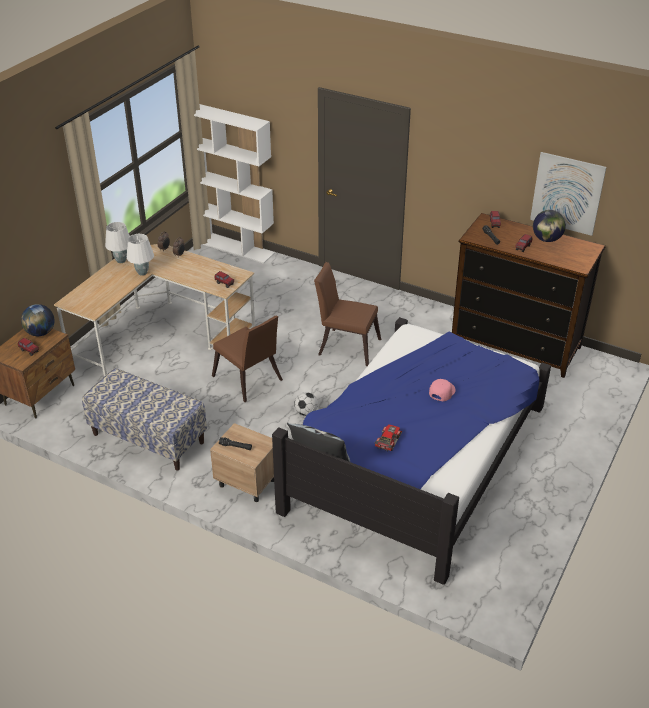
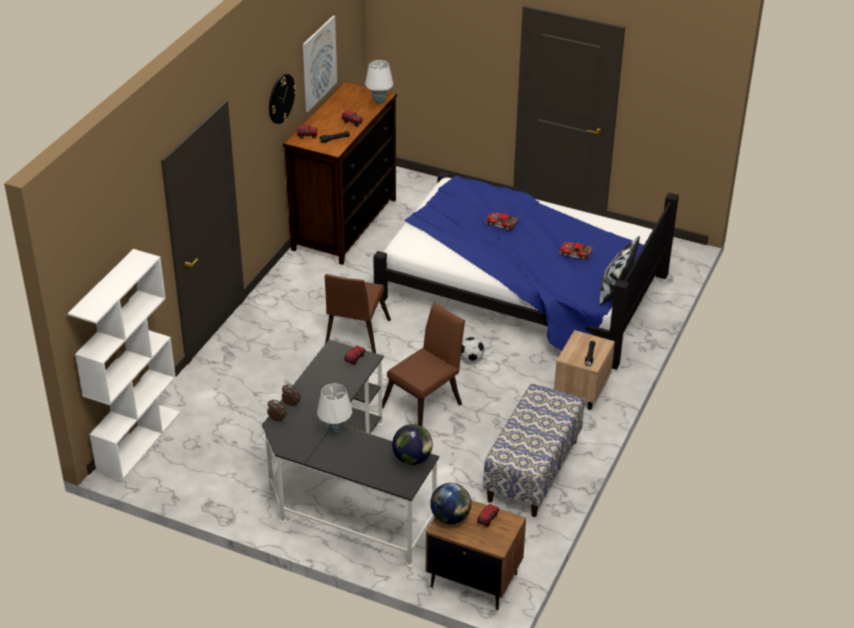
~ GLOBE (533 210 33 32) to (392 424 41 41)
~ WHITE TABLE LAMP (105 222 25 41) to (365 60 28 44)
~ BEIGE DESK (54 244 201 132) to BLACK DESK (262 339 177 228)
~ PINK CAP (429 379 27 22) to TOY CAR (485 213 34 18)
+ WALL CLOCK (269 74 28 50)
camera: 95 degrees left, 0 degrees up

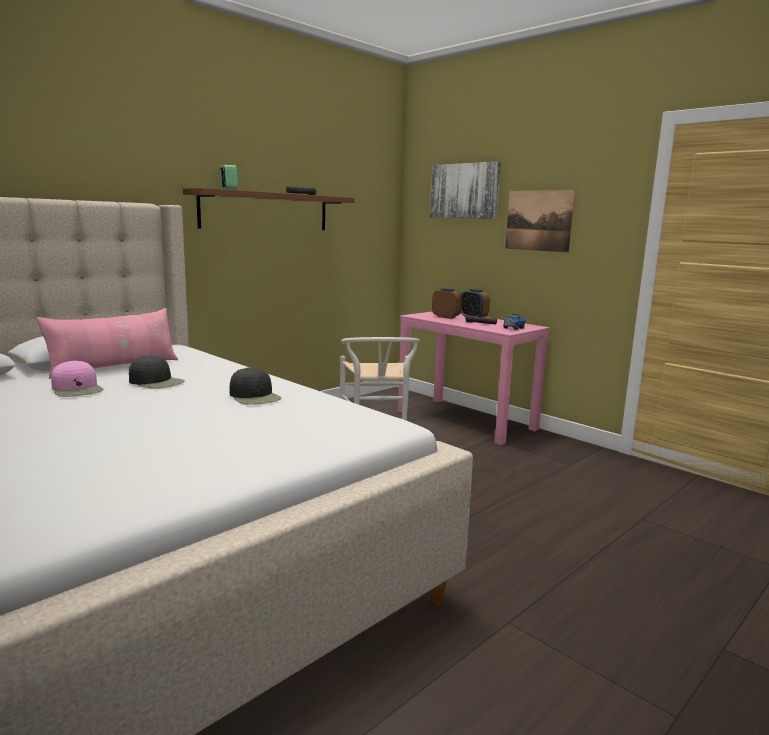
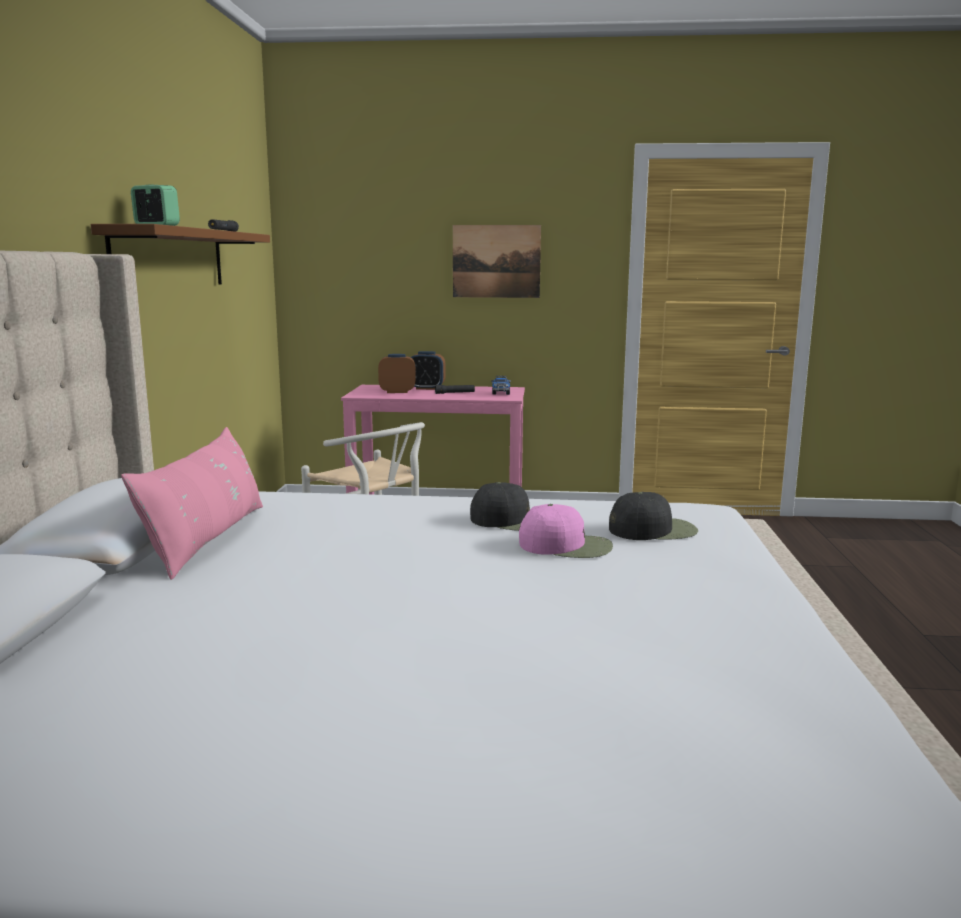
- PICTURE (430 162 71 57)
~ BLACK CAP (129 355 56 33) to (609 492 89 48)
~ PINK CAP (51 360 53 37) to (519 504 94 54)
camera: 40 degrees left, 0 degrees up

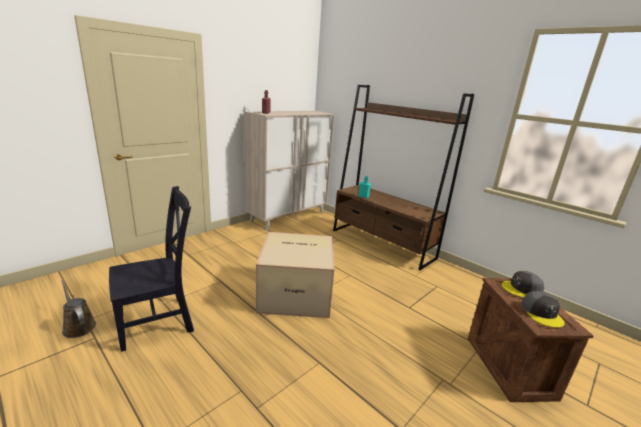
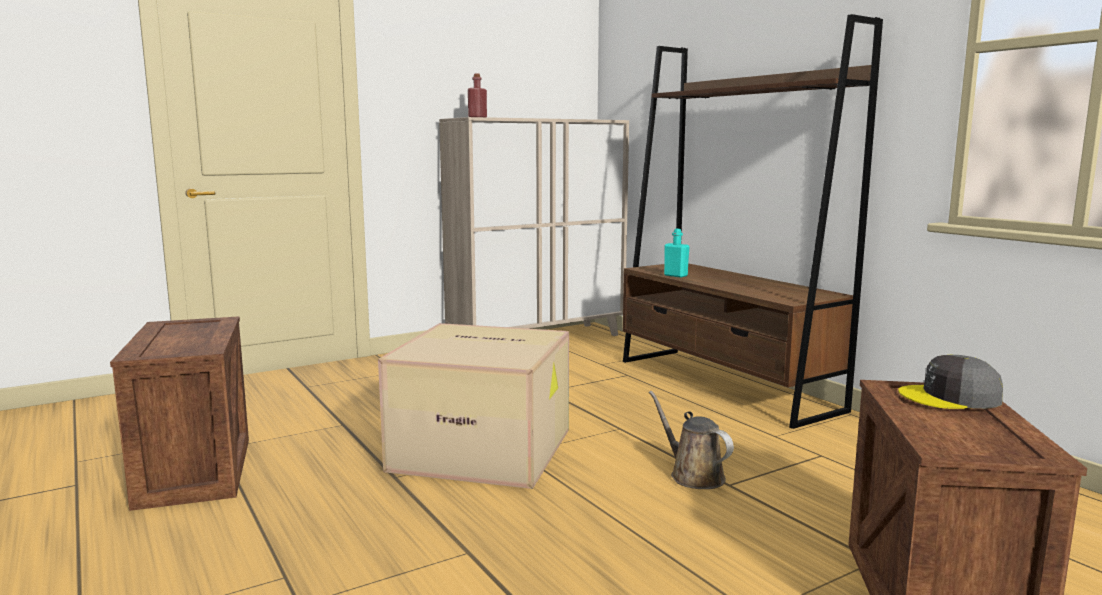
~ BLACK CHAIR (109 186 85 166) to CRATE (110 316 139 195)
~ BROWN WATERING CAN (62 280 34 58) to (649 391 85 98)
- GREY CAP (521 291 44 37)
camera: 15 degrees right, 10 degrees down

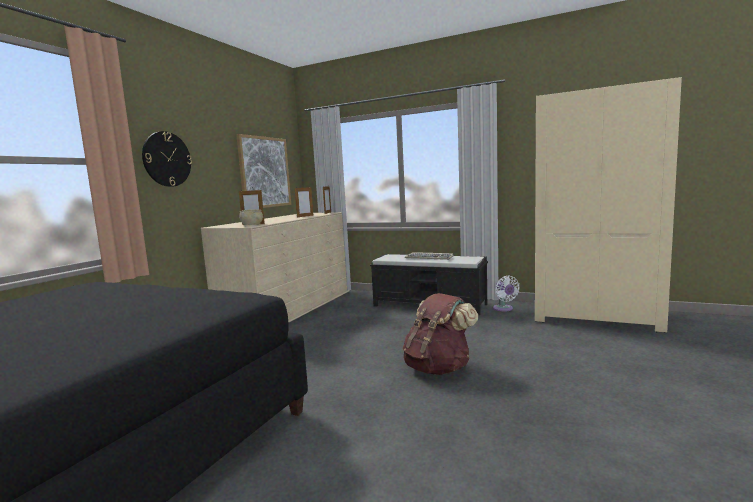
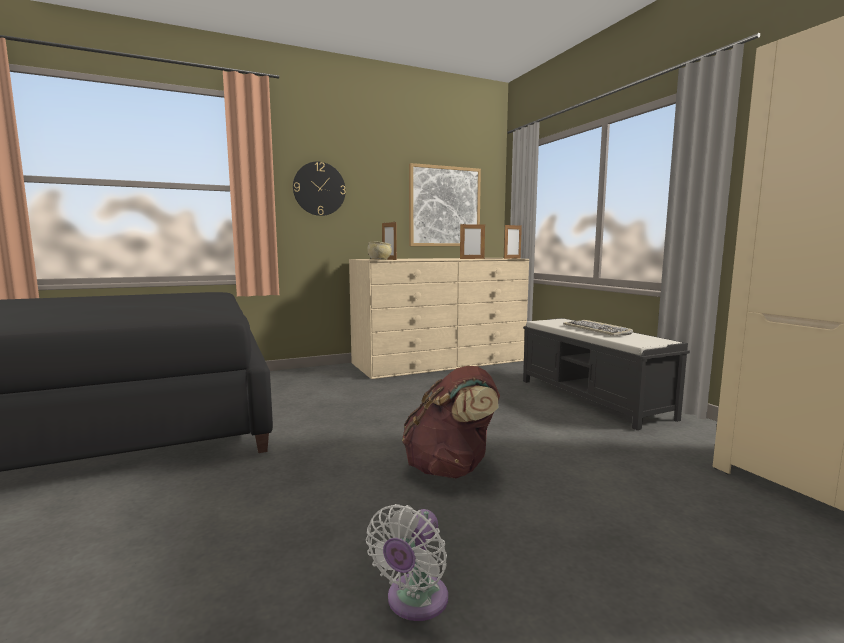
~ WHITE FAN (493 276 27 36) to (366 504 82 117)
camera: 40 degrees right, 0 degrees up

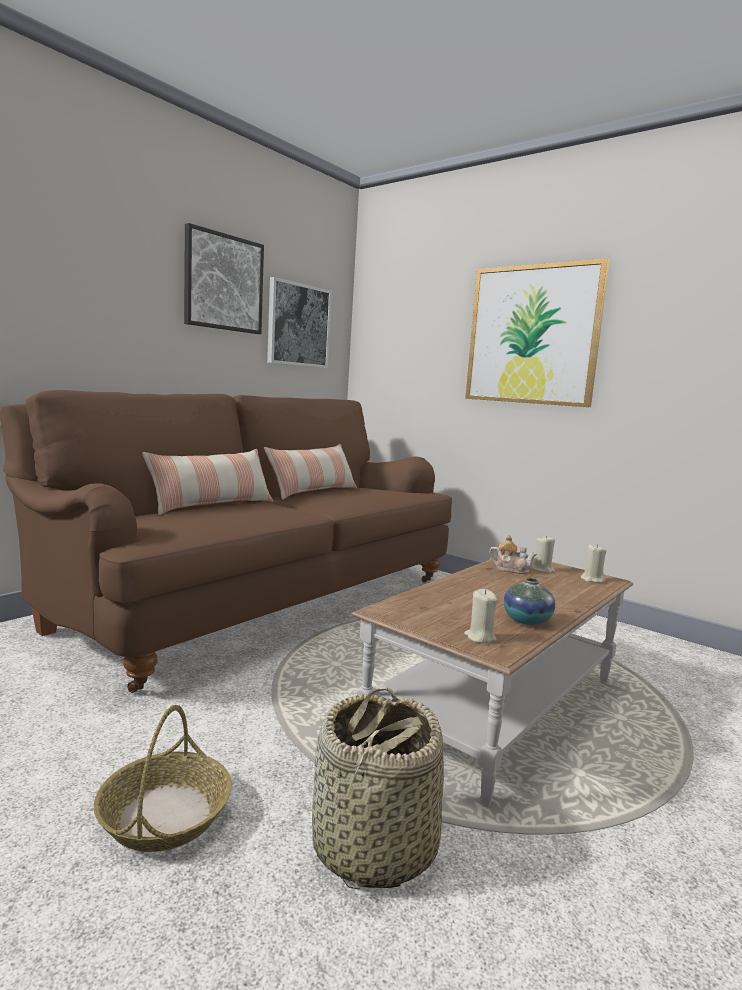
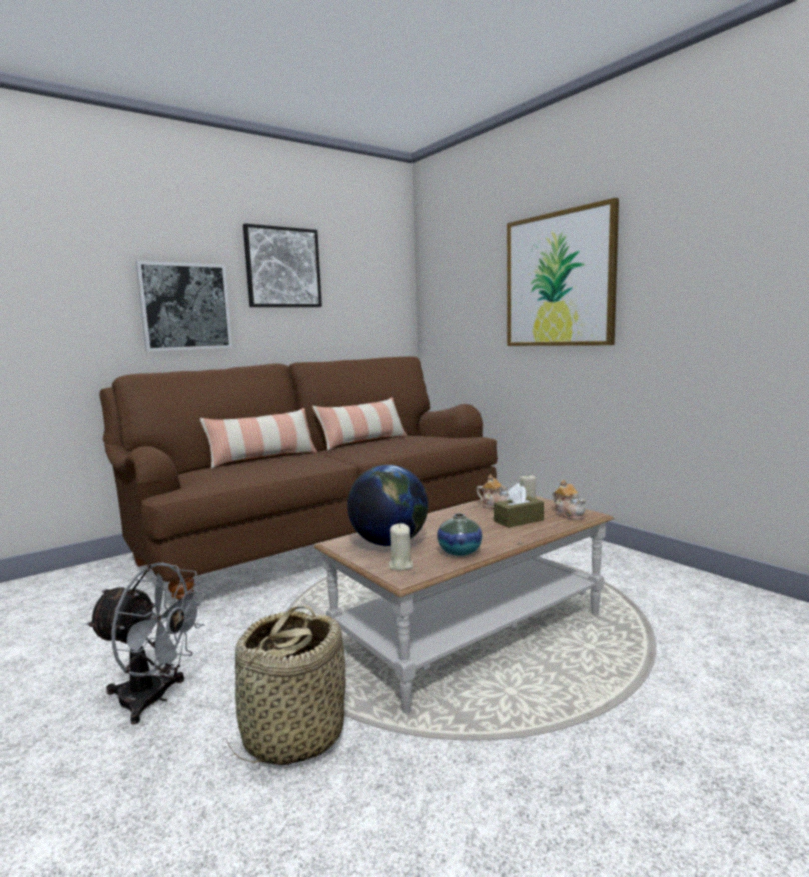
~ PICTURE (267 277 65 91) to (135 261 97 90)
~ BEIGE CANDLE (581 544 25 39) to TEAPOT (552 480 34 40)
~ BASKET (93 705 139 147) to GREY FAN (86 562 120 162)
+ GLOBE (347 465 81 81)
+ BROWN TISSUE BOX (494 483 50 45)
camera: 15 degrees right, 0 degrees up

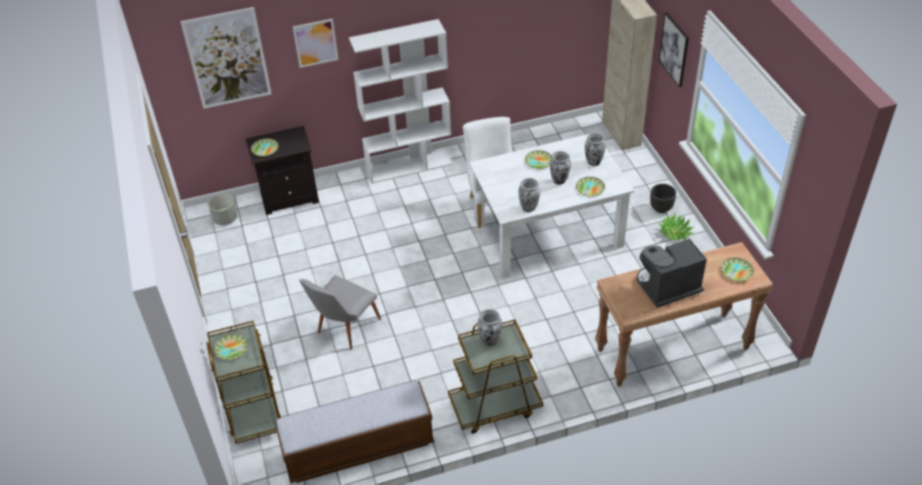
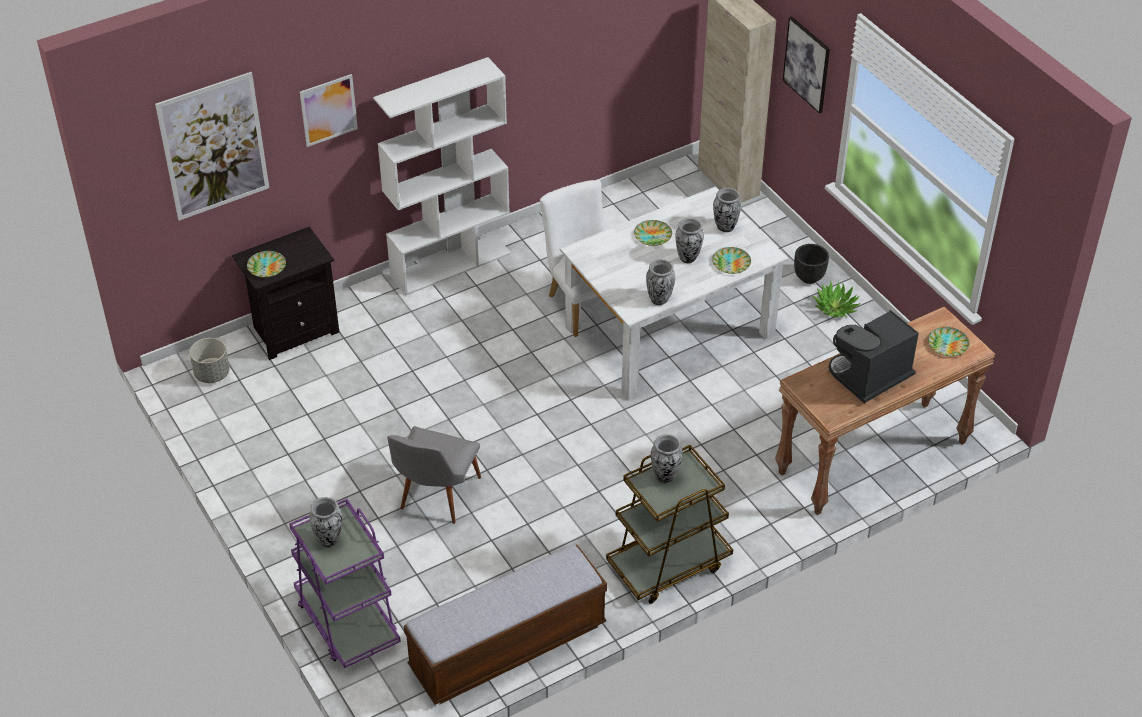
~ BROWN CART (206 321 75 123) to PURPLE CART (289 499 112 169)
~ PLATE (214 334 34 26) to VASE (309 497 33 50)
camera: 15 degrees left, 0 degrees up

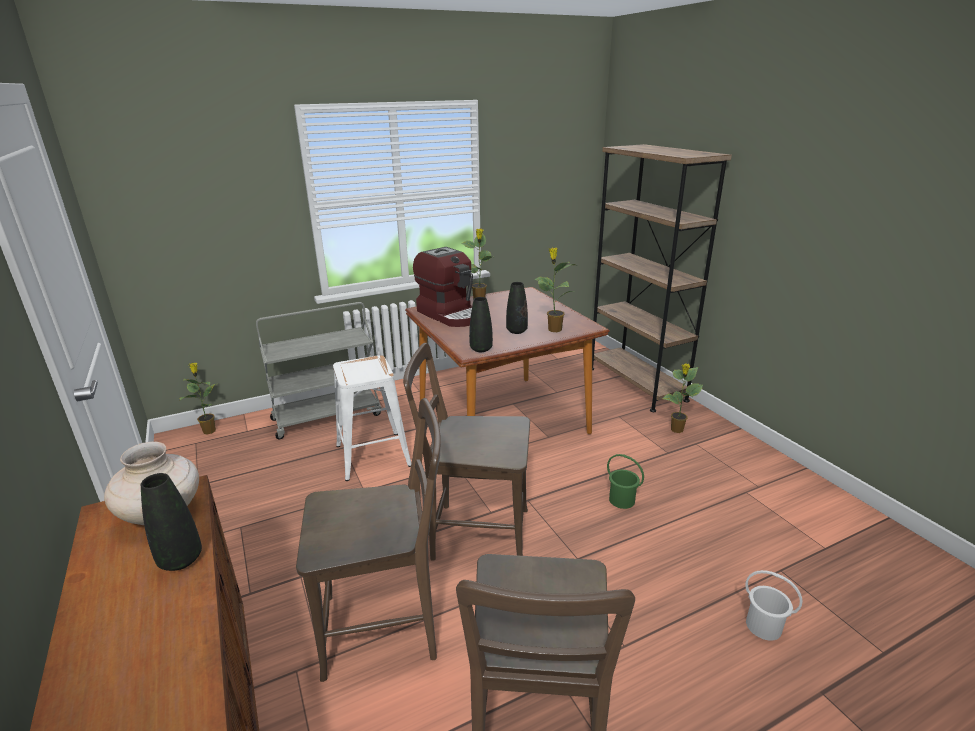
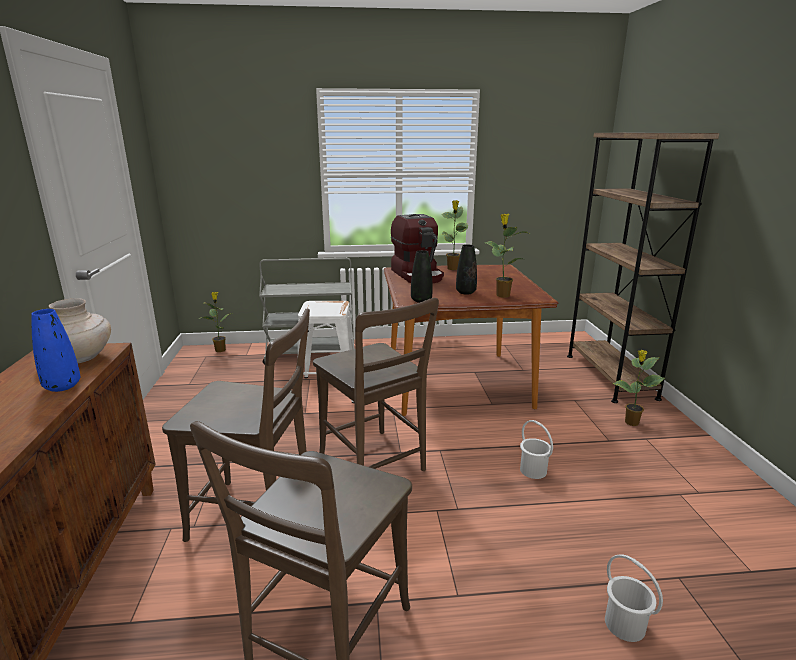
~ BROWN CHAIR (403 343 127 218) = (313 298 126 173) 150 degrees counterclockwise
~ GREEN BUCKET (607 454 37 55) to WHITE BUCKET (520 420 33 59)
~ BLACK VASE (141 473 61 98) to BLUE VASE (31 309 49 83)
camera: 20 degrees right, 5 degrees down

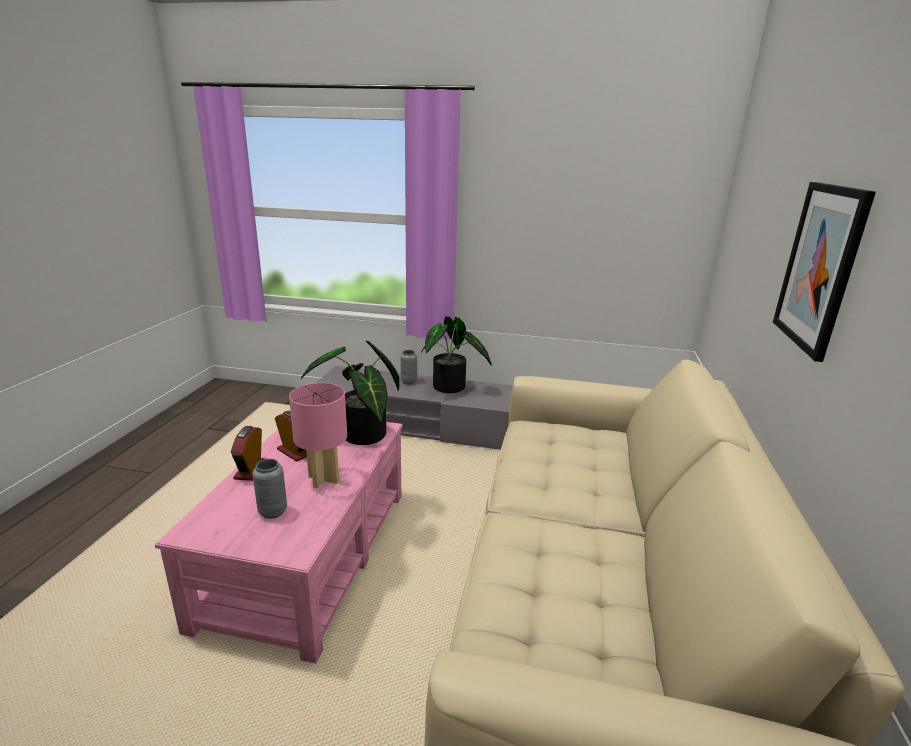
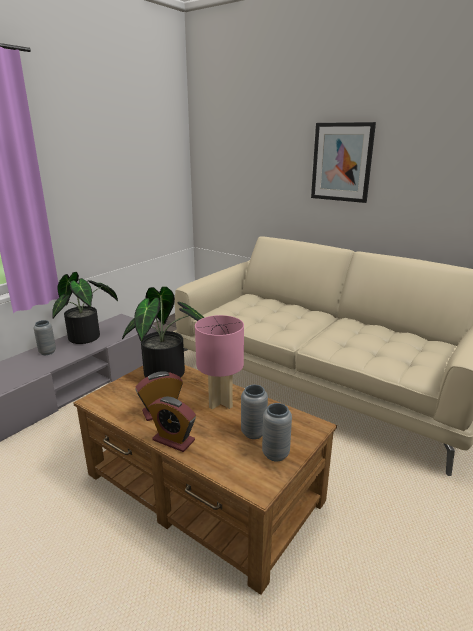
~ PINK COFFEE TABLE (155 422 247 242) to BROWN COFFEE TABLE (73 365 264 230)
+ GREY VASE (262 403 30 58)
camera: 65 degrees left, 0 degrees up

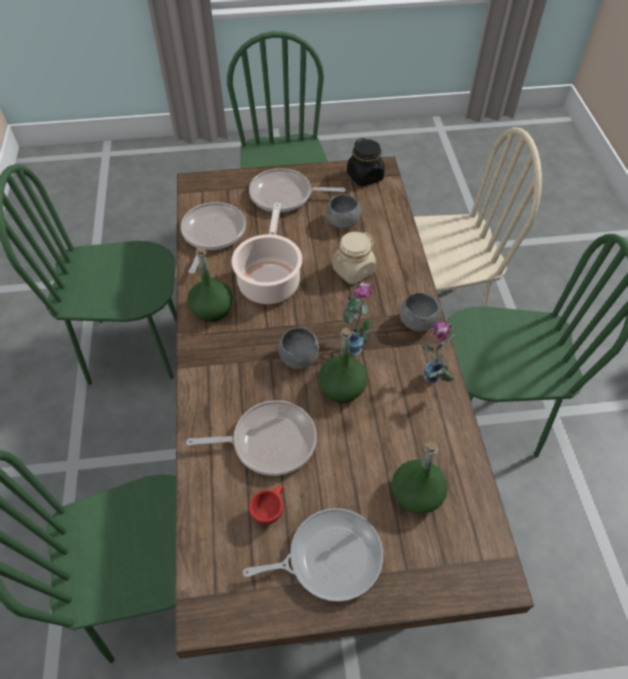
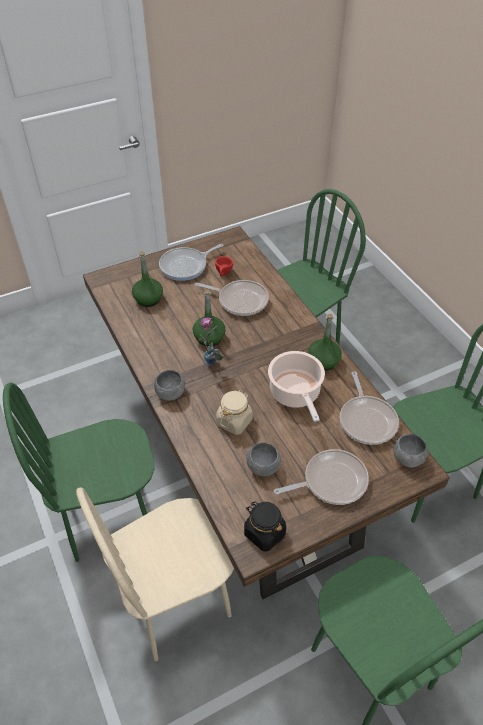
- VASE (422 322 33 61)
~ GREY BOWL (278 327 41 42) to (393 434 35 34)
~ FRYING PAN (186 400 131 76) = (195 280 74 36) 135 degrees counterclockwise
camera: 160 degrees right, 5 degrees down

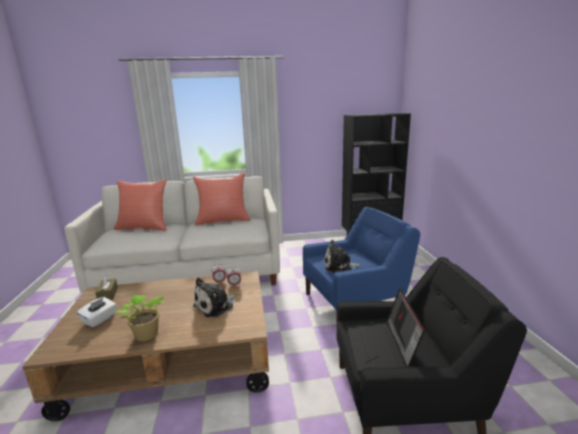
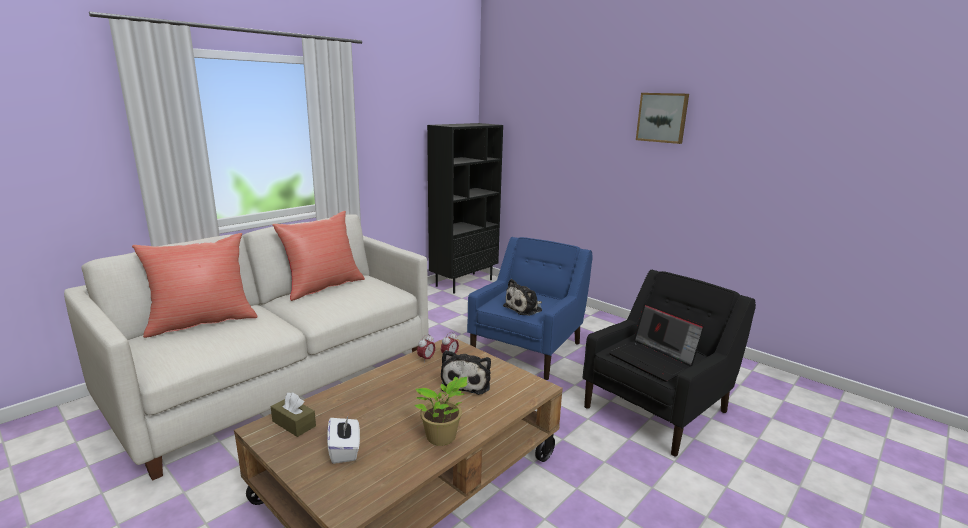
+ PICTURE (636 93 53 51)
camera: 40 degrees left, 0 degrees up

